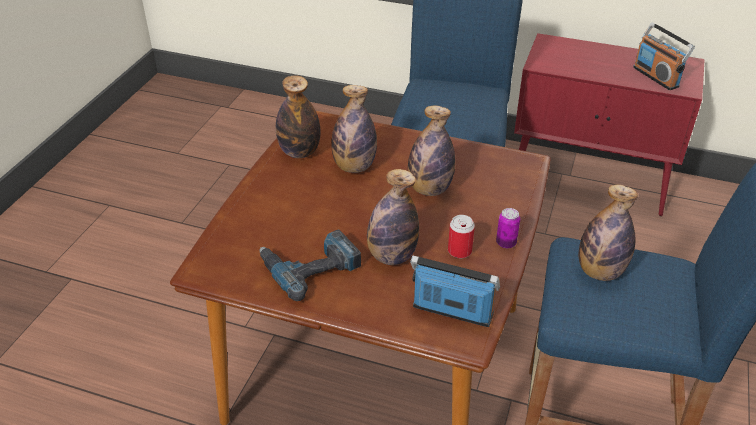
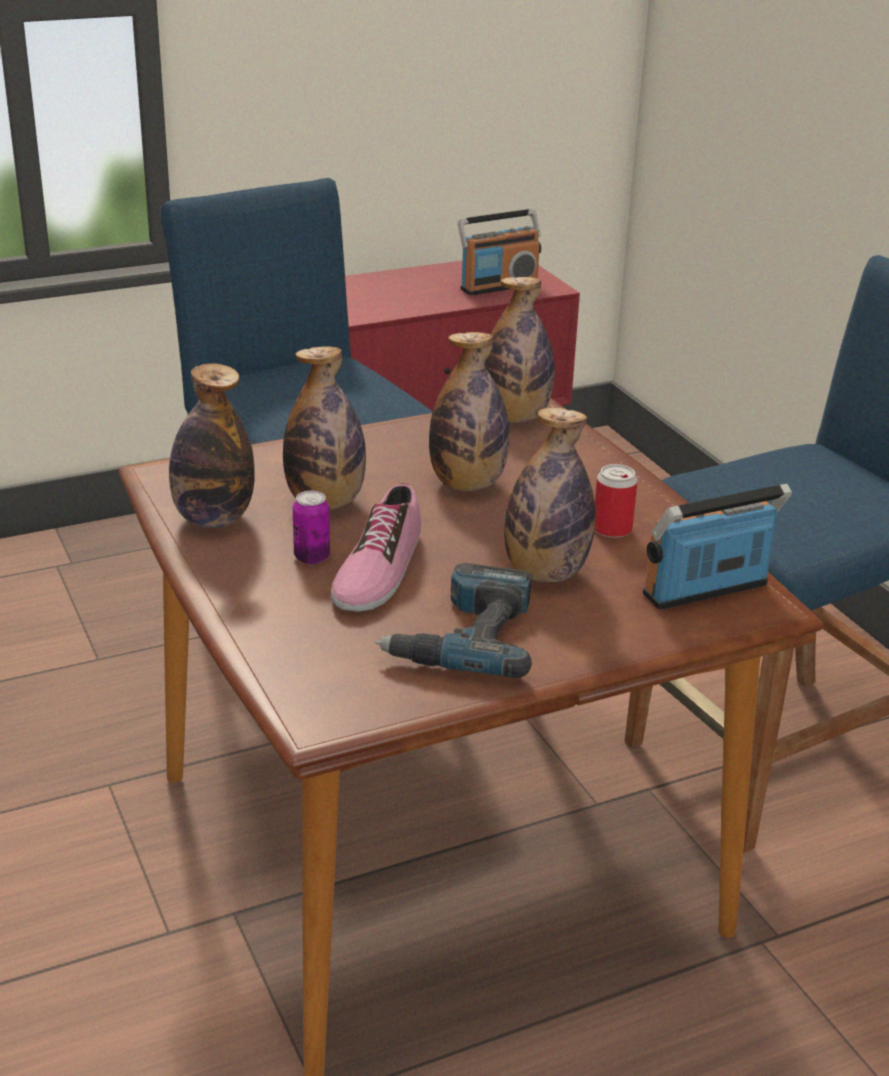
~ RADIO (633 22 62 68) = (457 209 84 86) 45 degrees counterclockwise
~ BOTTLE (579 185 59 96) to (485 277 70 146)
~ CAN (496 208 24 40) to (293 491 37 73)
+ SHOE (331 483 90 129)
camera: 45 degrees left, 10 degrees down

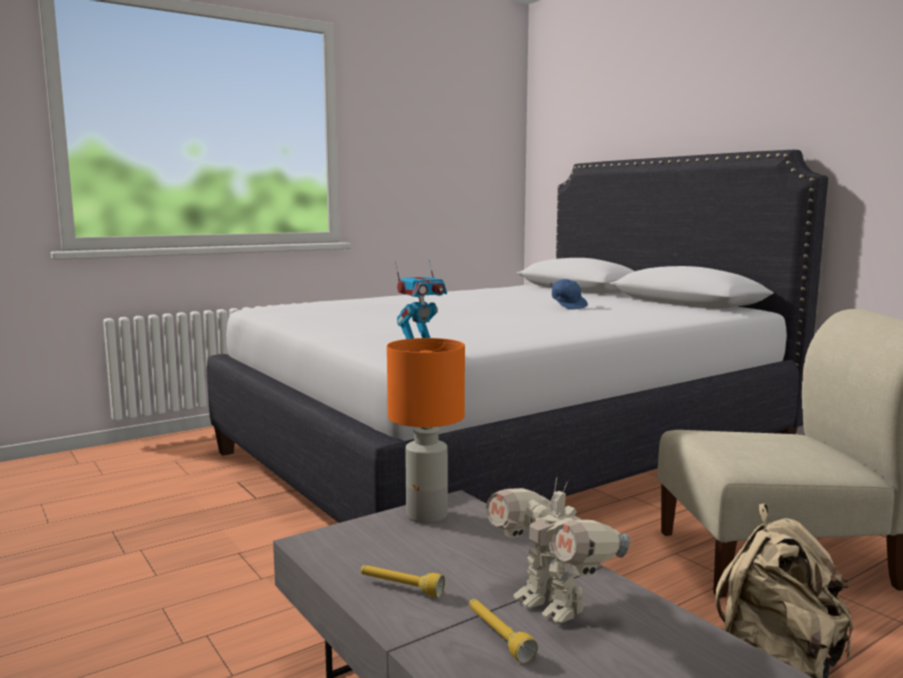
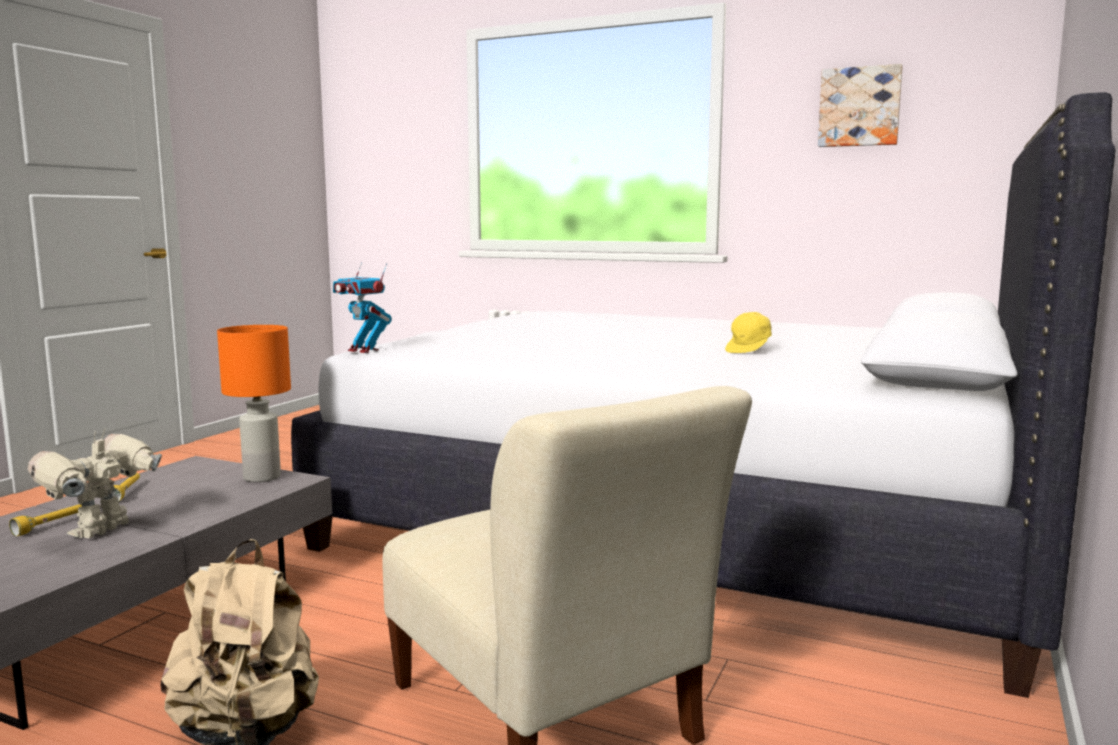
~ BLUE CAP (550 279 38 31) to YELLOW CAP (725 312 47 41)
+ PICTURE (818 64 85 83)
camera: 60 degrees right, 0 degrees up

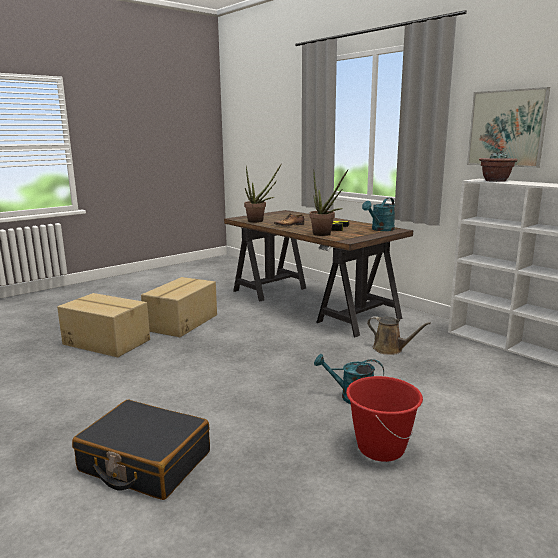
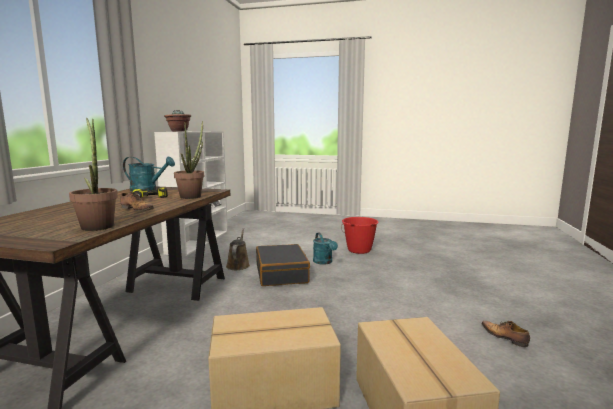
- PICTURE (467 87 83 81)
~ BLACK SUITCASE (72 400 138 100) to (256 244 54 42)
+ SHOE (481 321 49 26)
camera: 125 degrees left, 5 degrees down

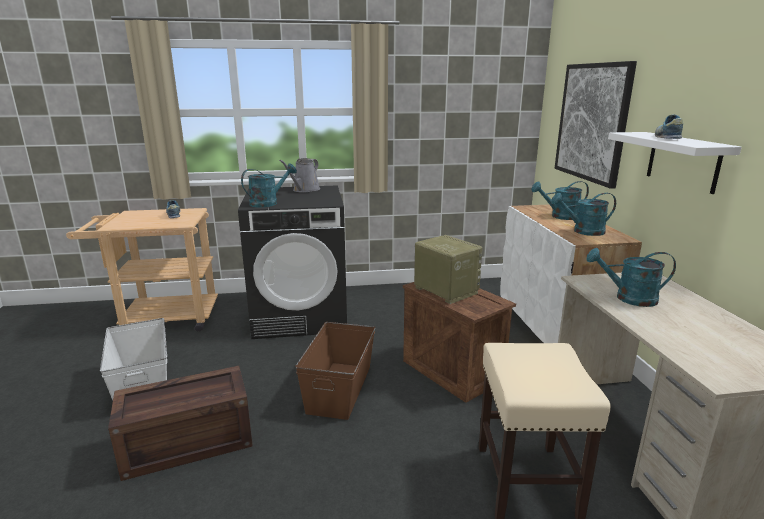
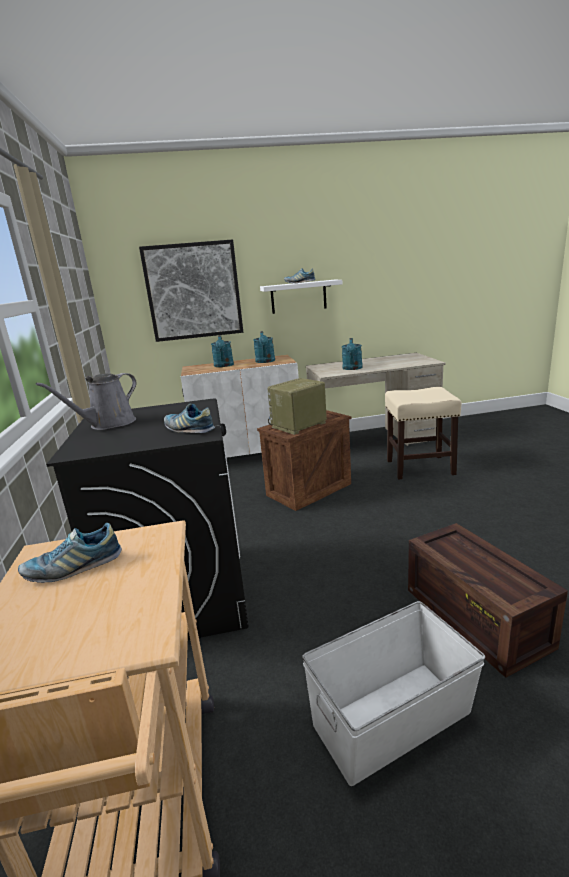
~ GREY WATERING CAN (279 158 41 35) = (36 373 101 57) 105 degrees clockwise
~ TURQUOISE WATERING CAN (241 164 56 43) to SHOE (164 404 51 29)
- BROWN STORAGE BOX (295 322 80 98)
camera: 90 degrees left, 0 degrees up

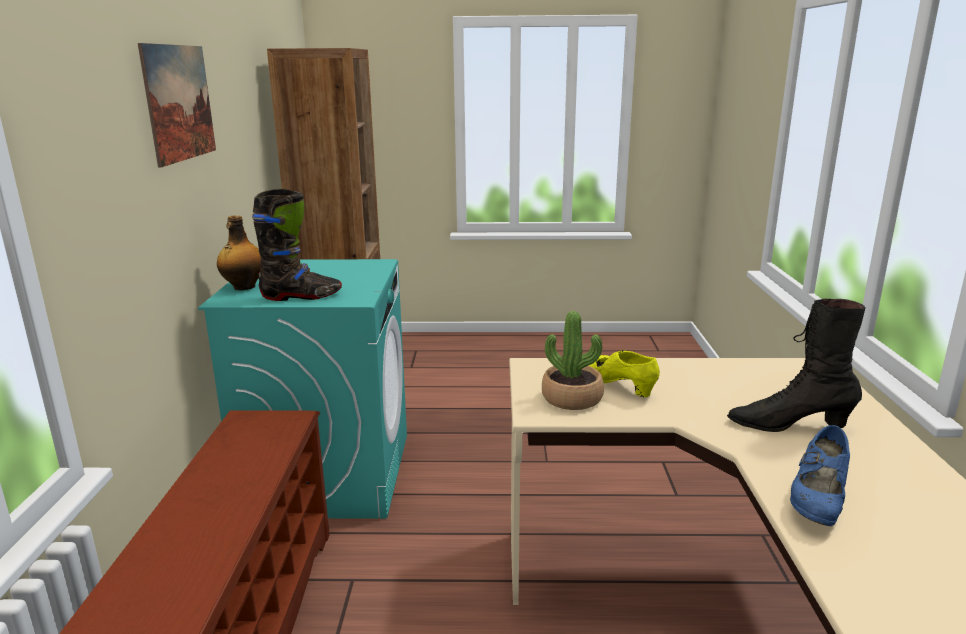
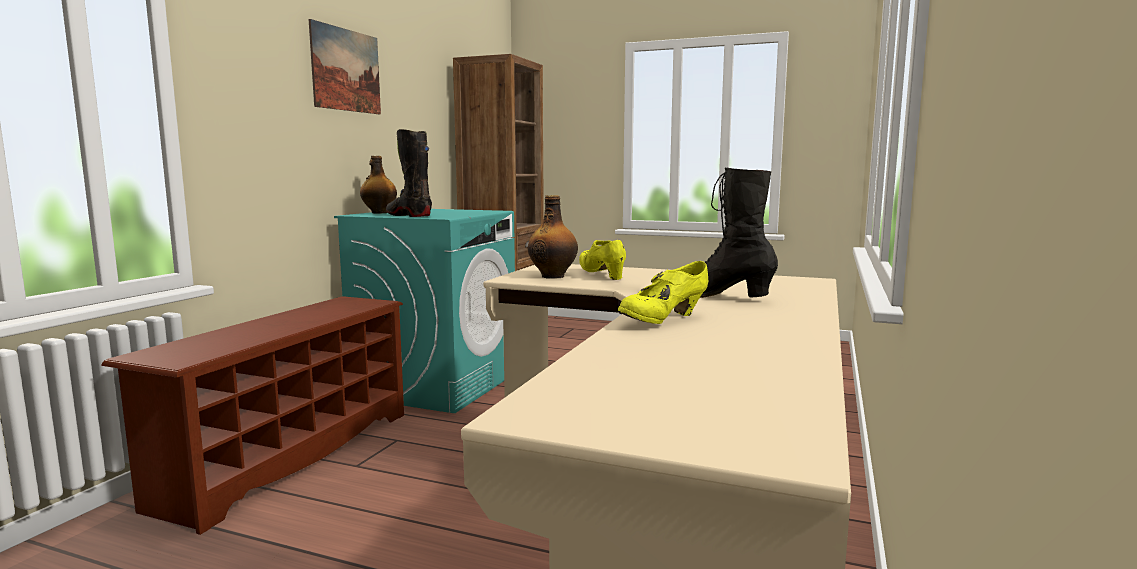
~ BLACK BOOT (252 189 90 112) = (386 129 46 88) 150 degrees counterclockwise
~ POTTED PLANT (542 311 62 99) to BOTTLE (528 195 50 84)
~ BLUE SHOE (790 425 60 101) to YELLOW SHOE (618 261 90 63)
camera: 20 degrees right, 10 degrees down

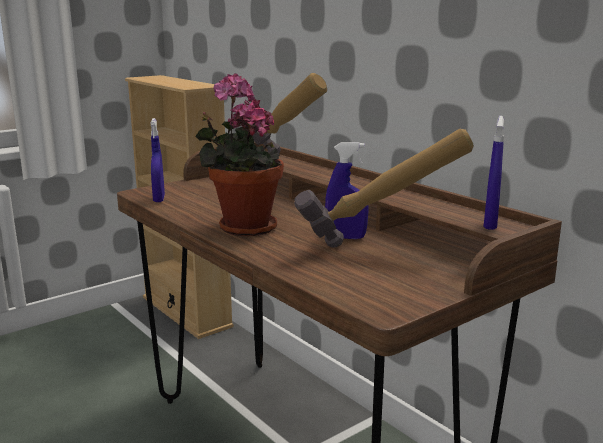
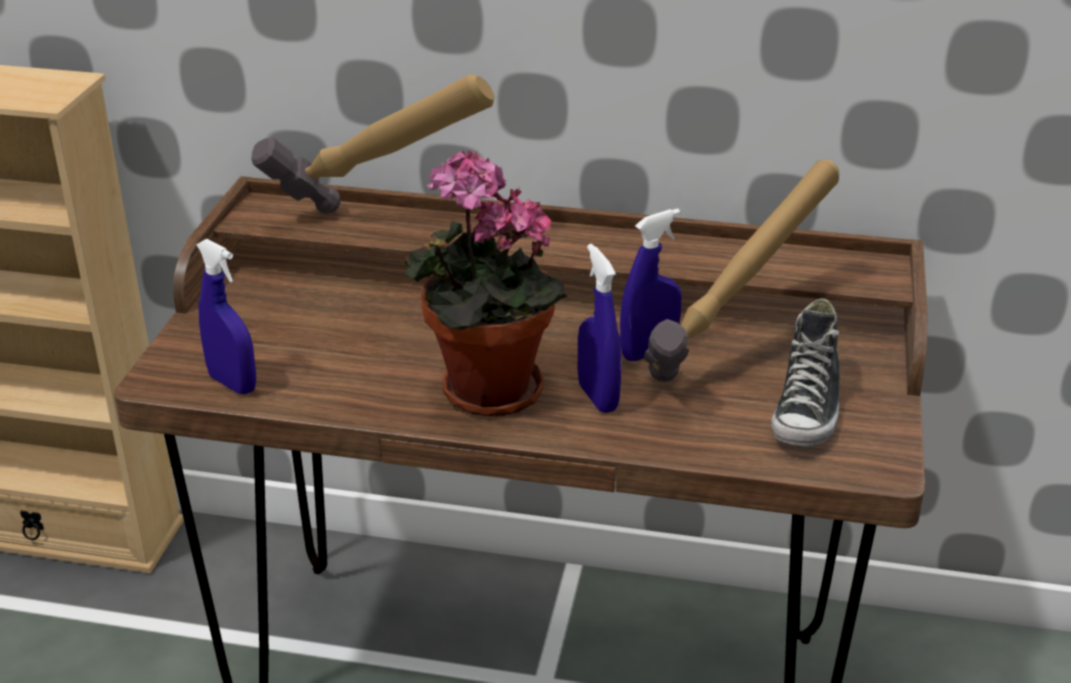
~ BLUE SPRAY BOTTLE (483 116 21 114) to (578 244 43 169)
+ SHOE (771 298 69 149)
camera: 40 degrees left, 15 degrees up

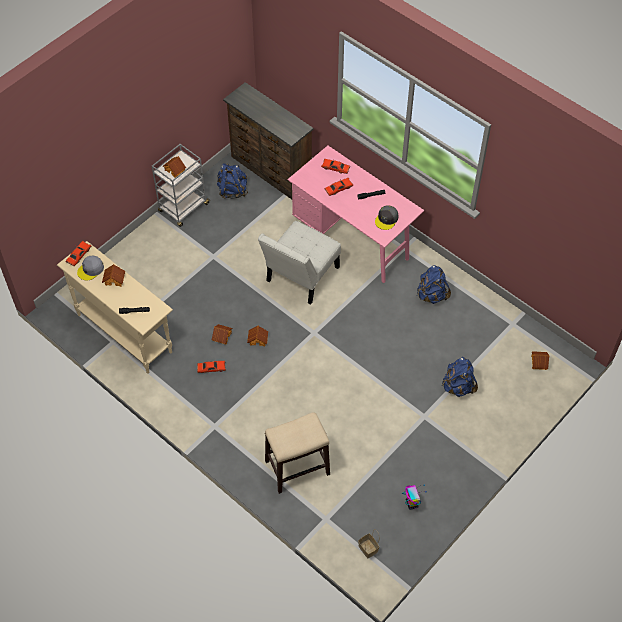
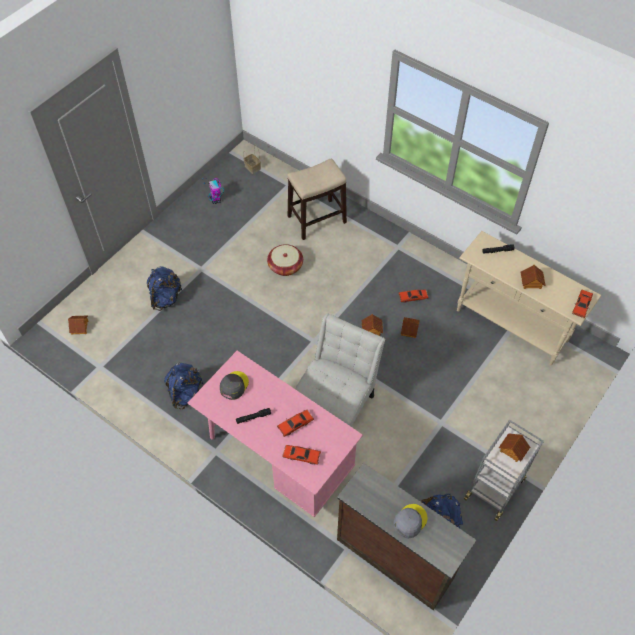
~ GREY CAP (77 256 27 25) to (393 504 34 34)
+ BASKET (267 244 36 32)
camera: 175 degrees right, 0 degrees up

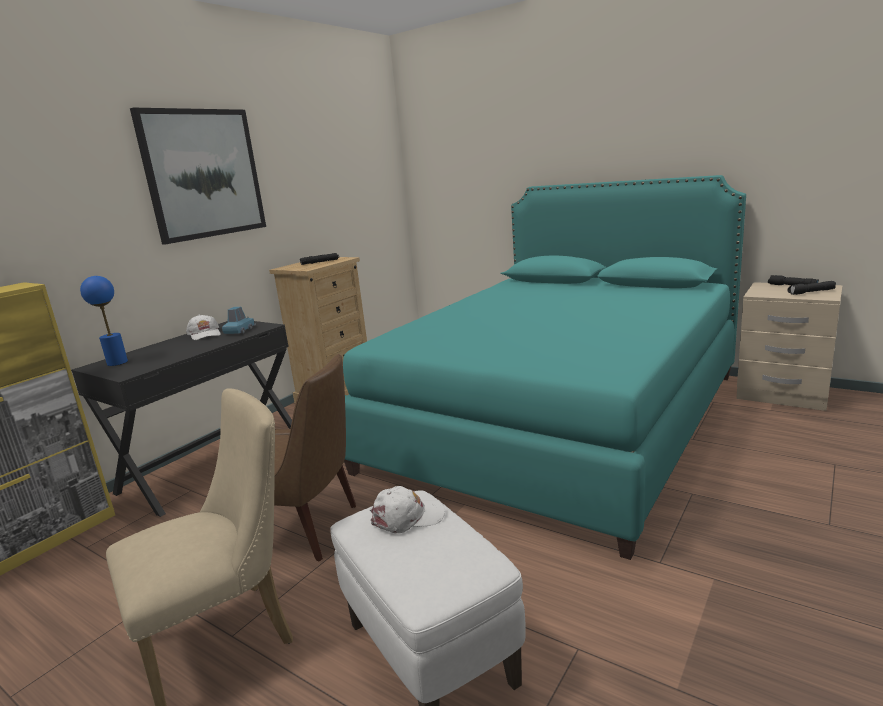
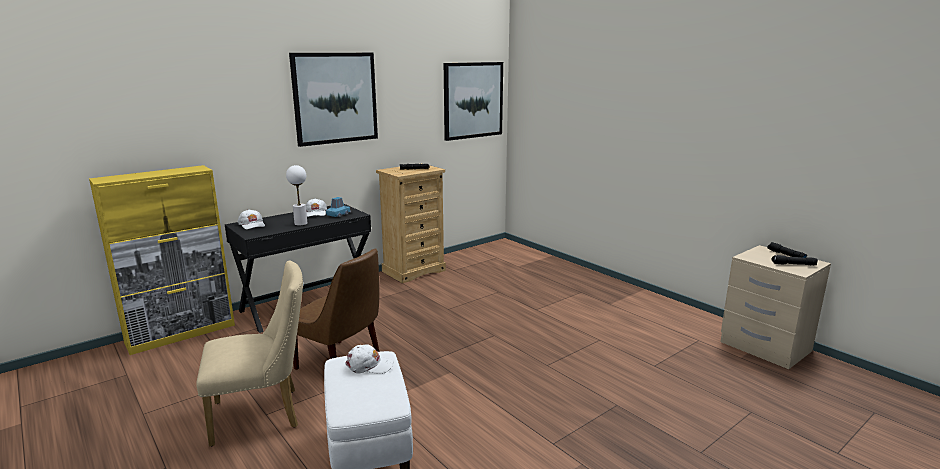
- TURQUOISE BED (343 175 403 385)
~ BLUE TABLE LAMP (80 276 48 90) to WHITE CAP (238 209 27 20)
+ PICTURE (444 62 59 79)
+ WHITE TABLE LAMP (286 165 21 61)
camera: 15 degrees right, 0 degrees up

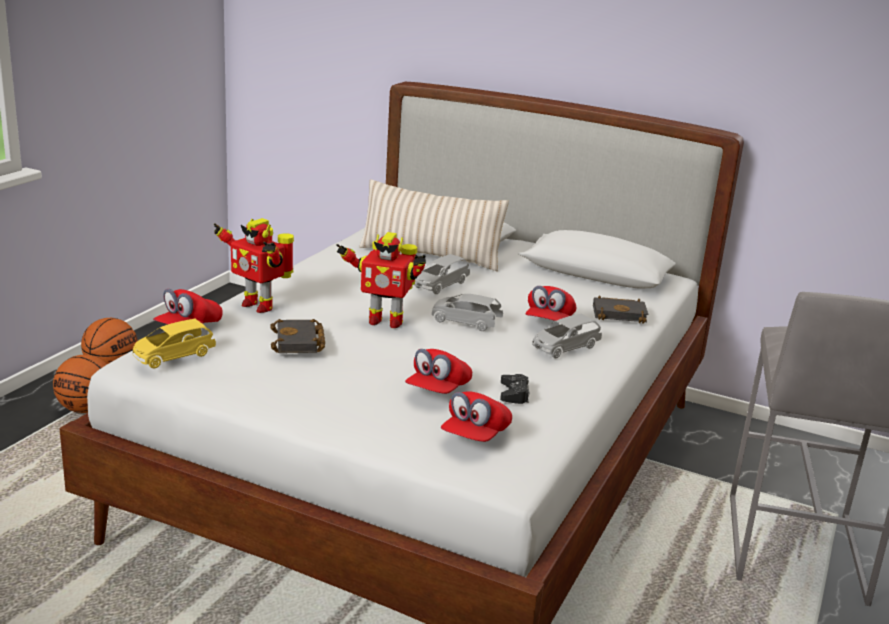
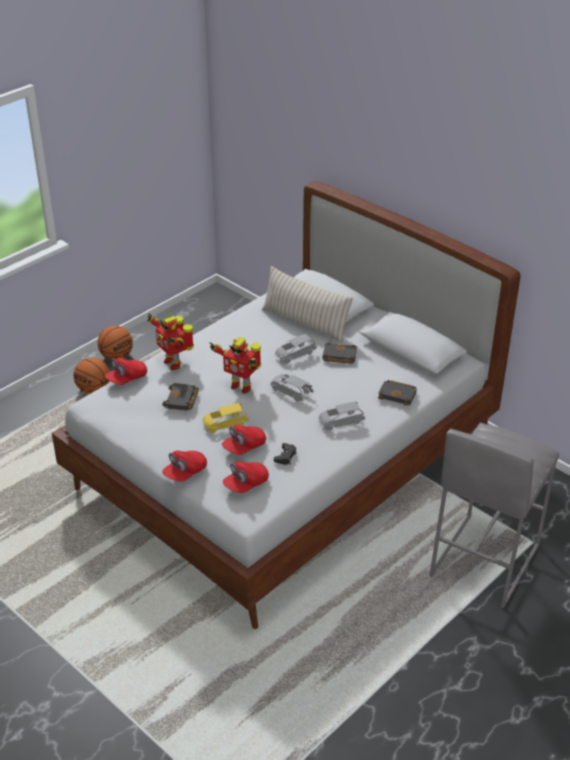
~ RED CAP (525 286 52 35) to (162 451 45 31)
~ YELLOW TOY CAR (133 319 83 49) to (203 403 46 30)
+ BLACK BOOK (322 343 35 21)
camera: 20 degrees right, 15 degrees up

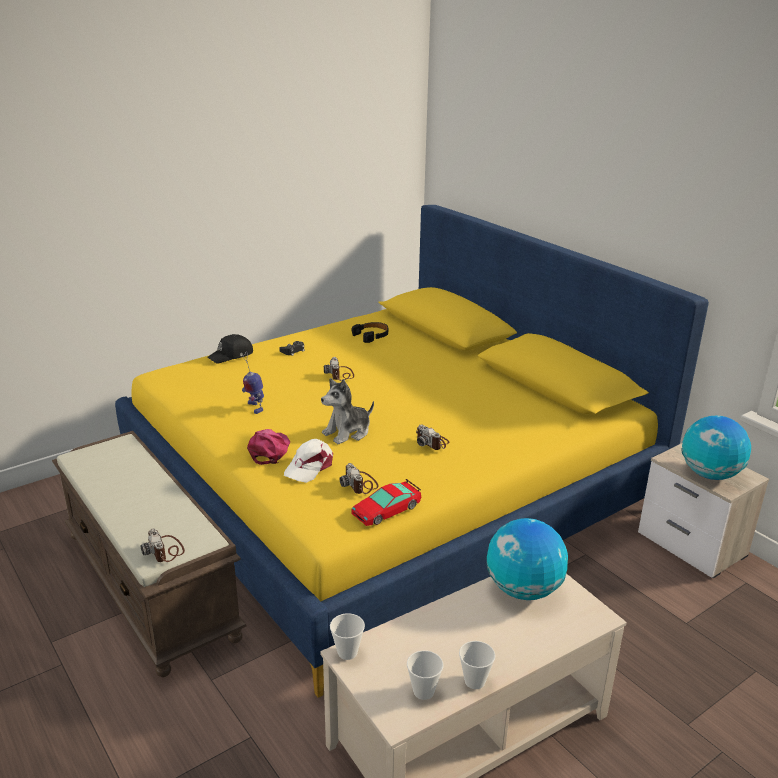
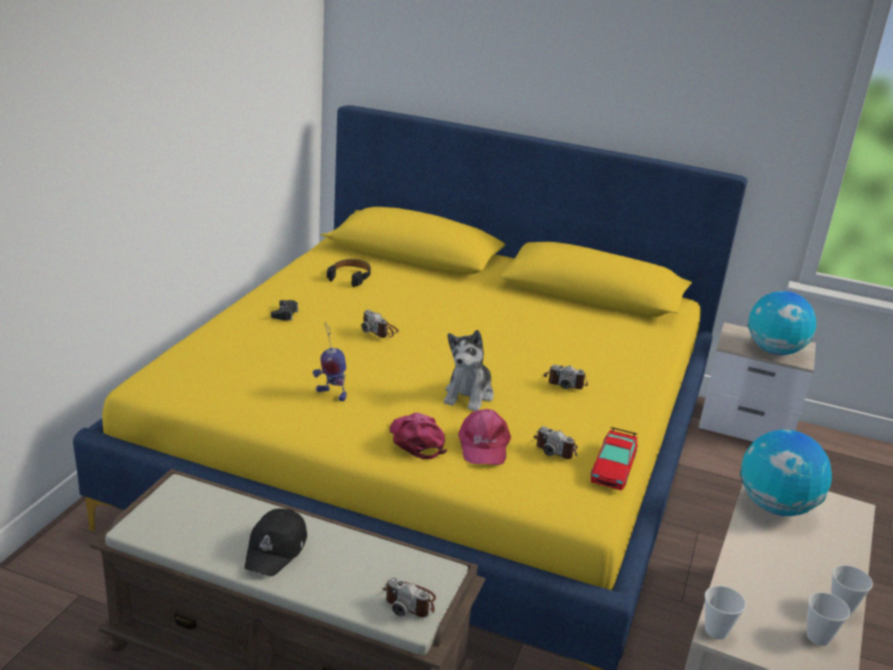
~ BLACK CAP (208 334 45 29) to (244 508 63 68)
~ WHITE CAP (284 439 49 44) to PINK CAP (458 409 53 56)
camera: 35 degrees left, 0 degrees up

